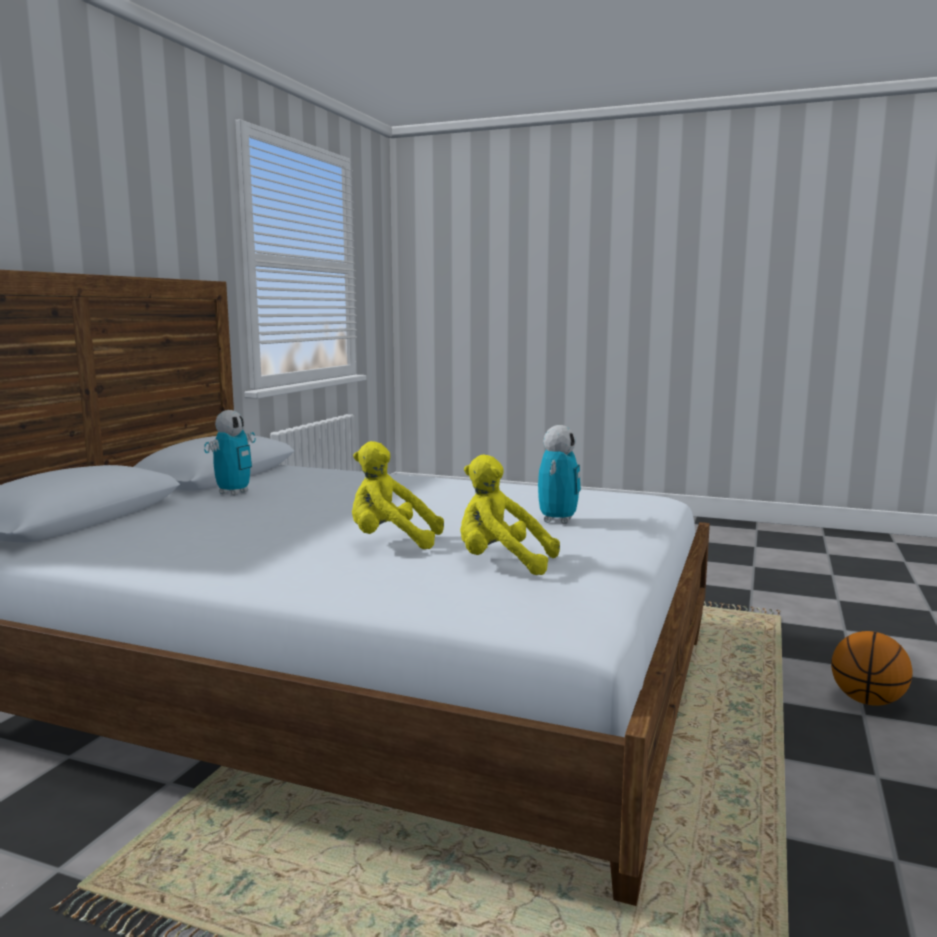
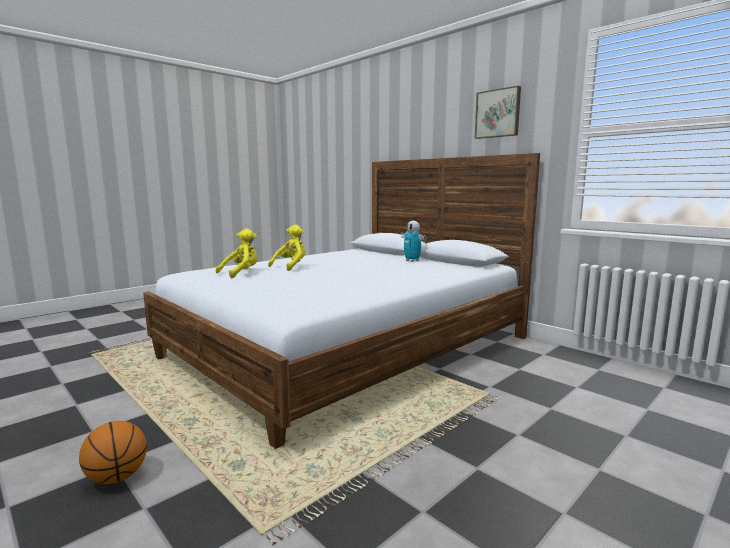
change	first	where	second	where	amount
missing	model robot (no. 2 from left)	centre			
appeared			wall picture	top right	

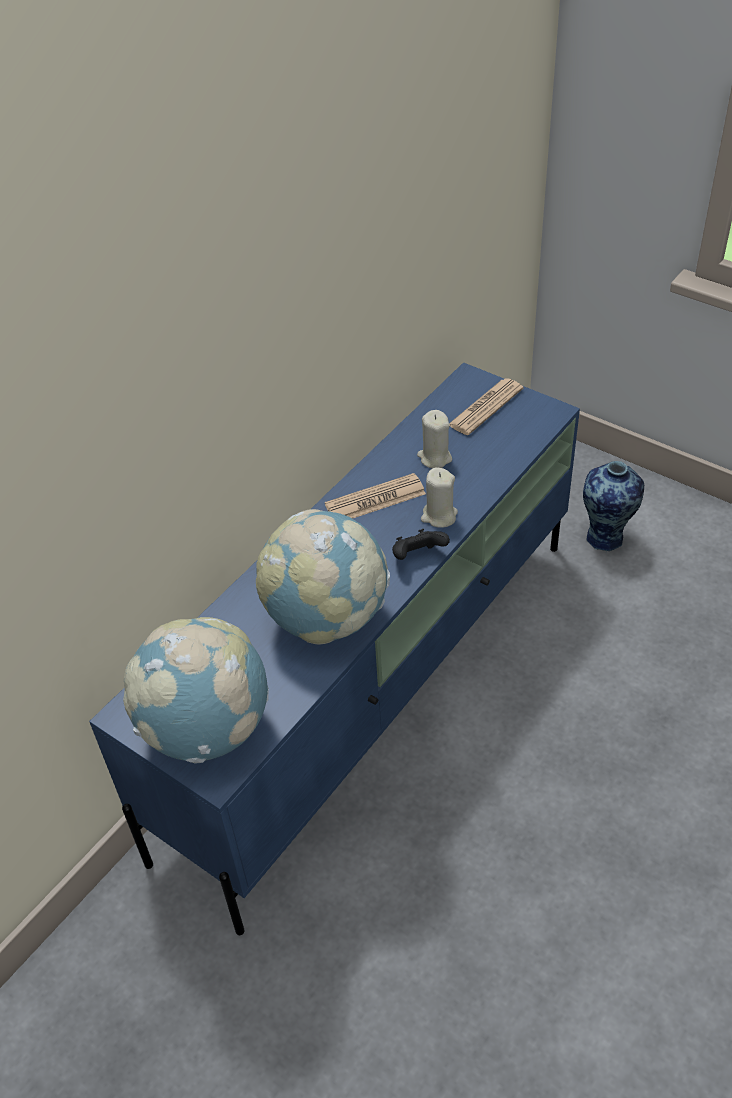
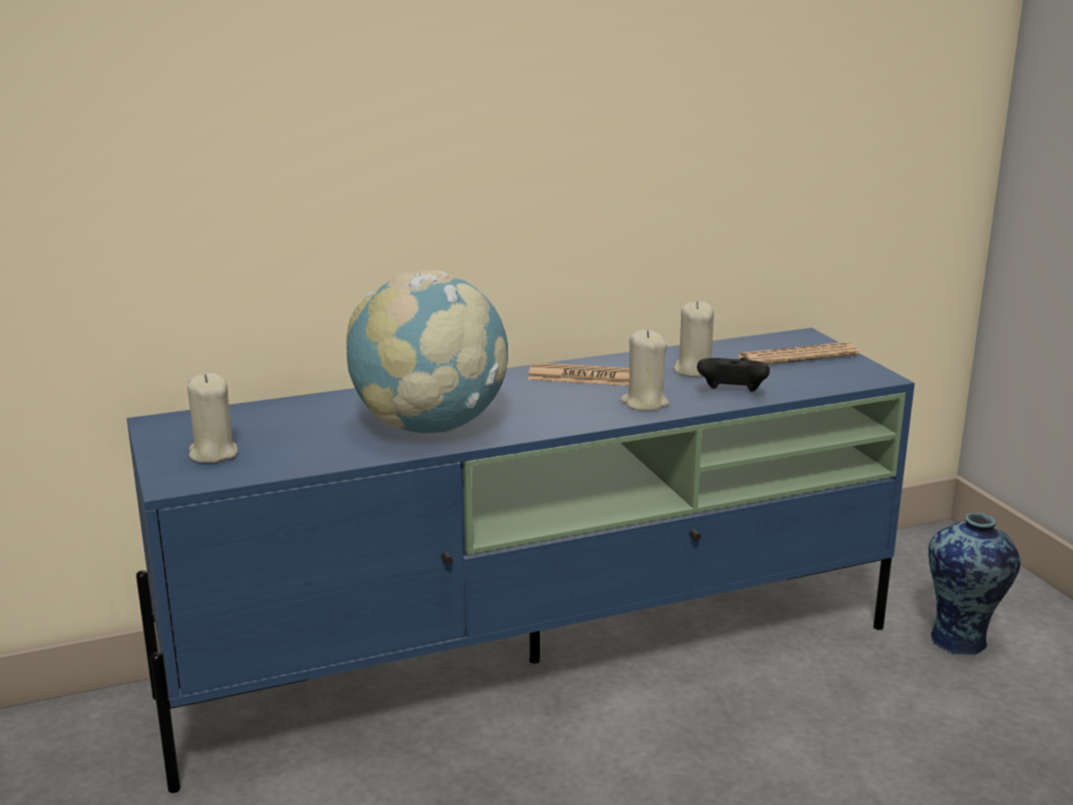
change	first	where	second	where	amount
relocated	black joypad	centre		middle right	
exchanged	globe (no. 1 from left)	middle left	beige wax light (no. 1 from left)	middle left	

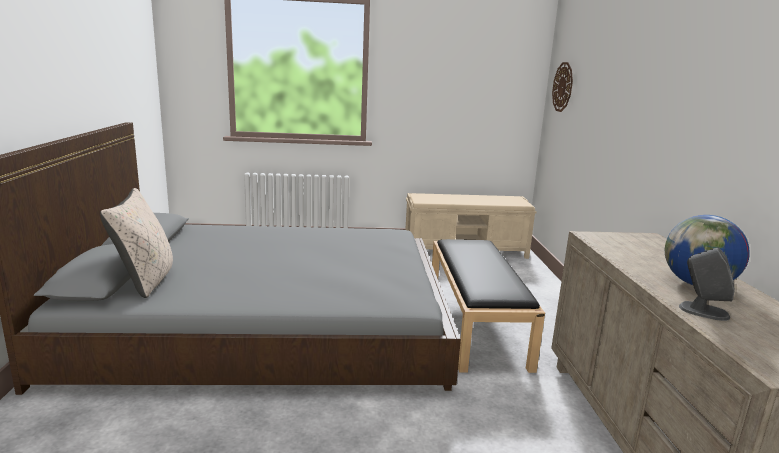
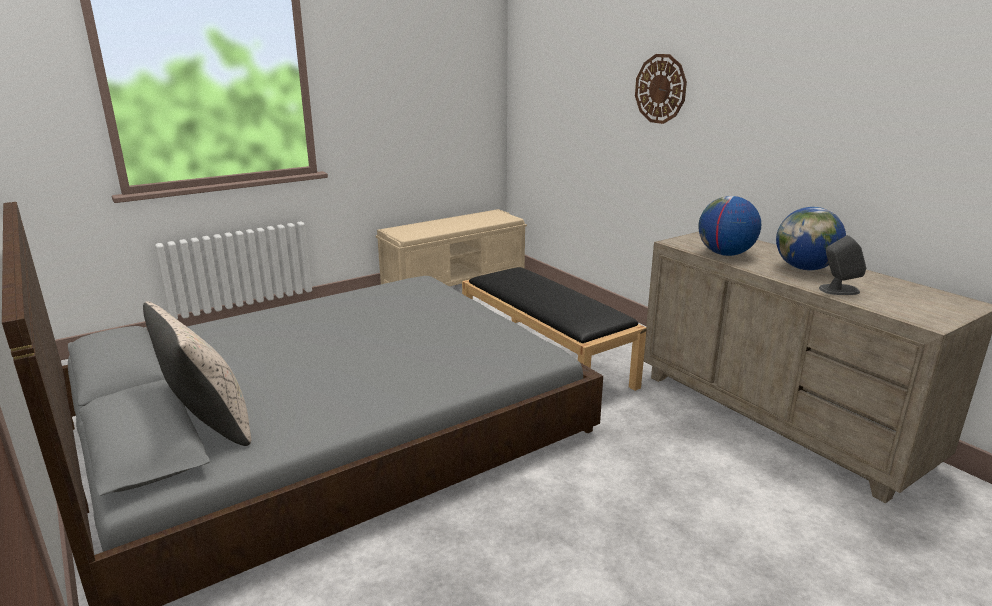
change	first	where	second	where	amount
appeared			globe (no. 1 from left)	middle right	
relocated	wall clock	top right		top centre	

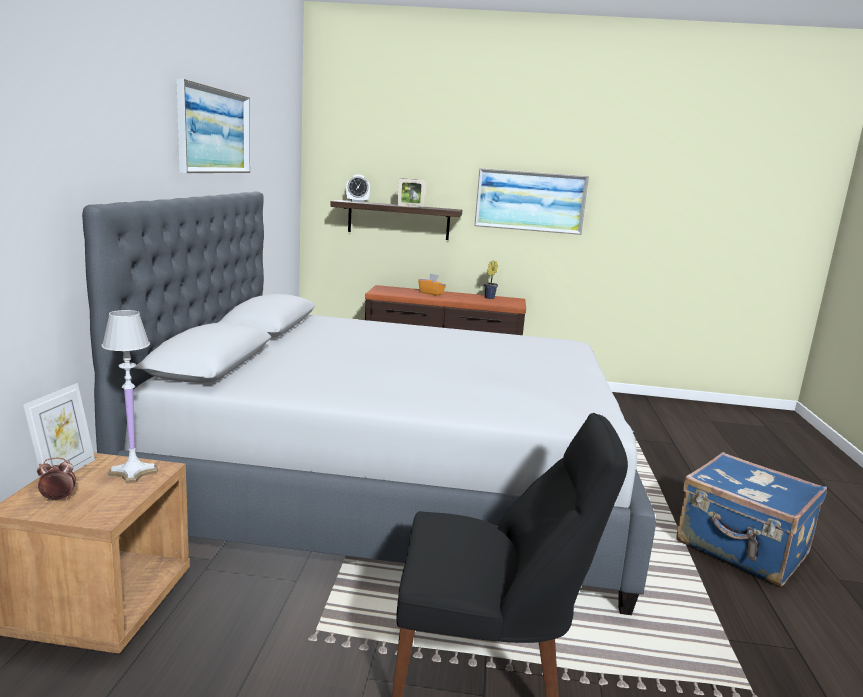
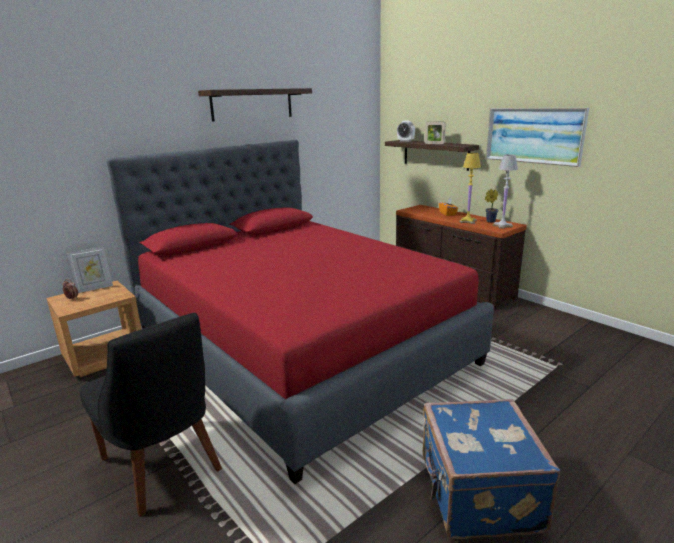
change	first	where	second	where	amount
appeared			yellow-coloured lamp for a table	middle right	
relocated	white-coloured lamp for a table	middle left		middle right	
exchanged	wall picture (no. 1 from left)	top left	wall shelf (no. 1 from left)	top centre	
colour	greyish bedroom bed	centre	reddish bedroom bed	centre	

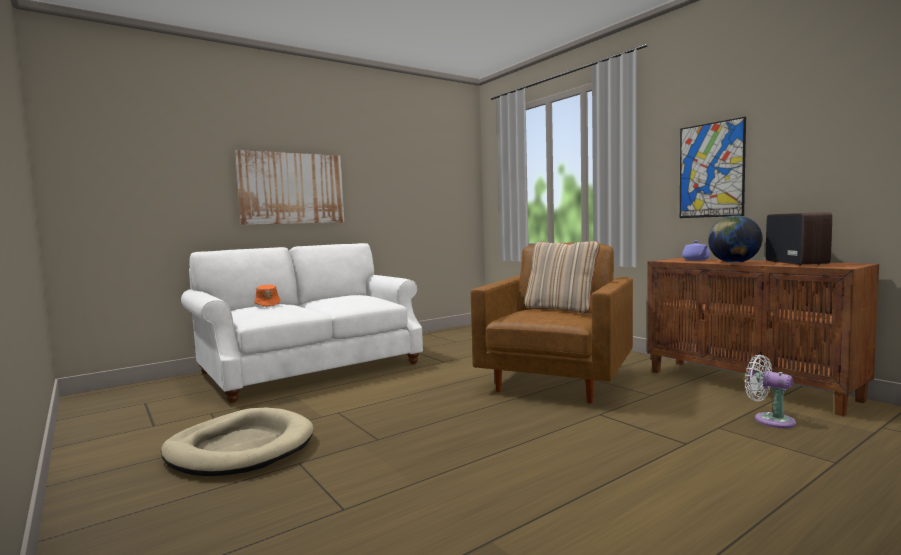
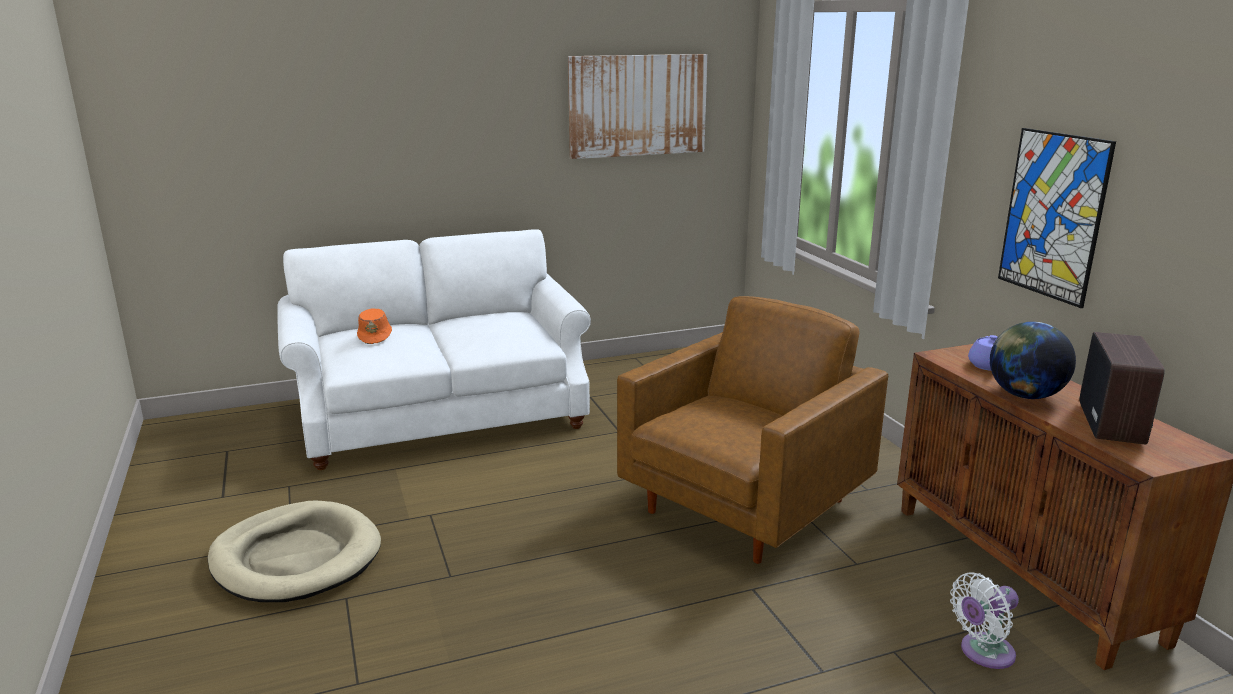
change	first	where	second	where	amount
missing	beige cushion	centre			
relocated	wall picture (no. 1 from left)	middle left		top centre	
spun	white-coloured fan	bottom right		bottom right	90 degrees counterclockwise

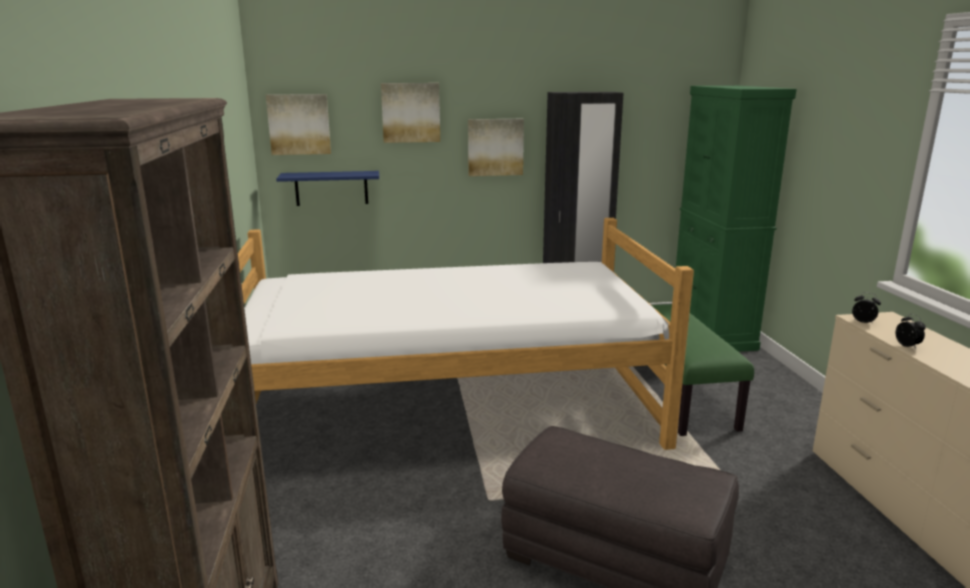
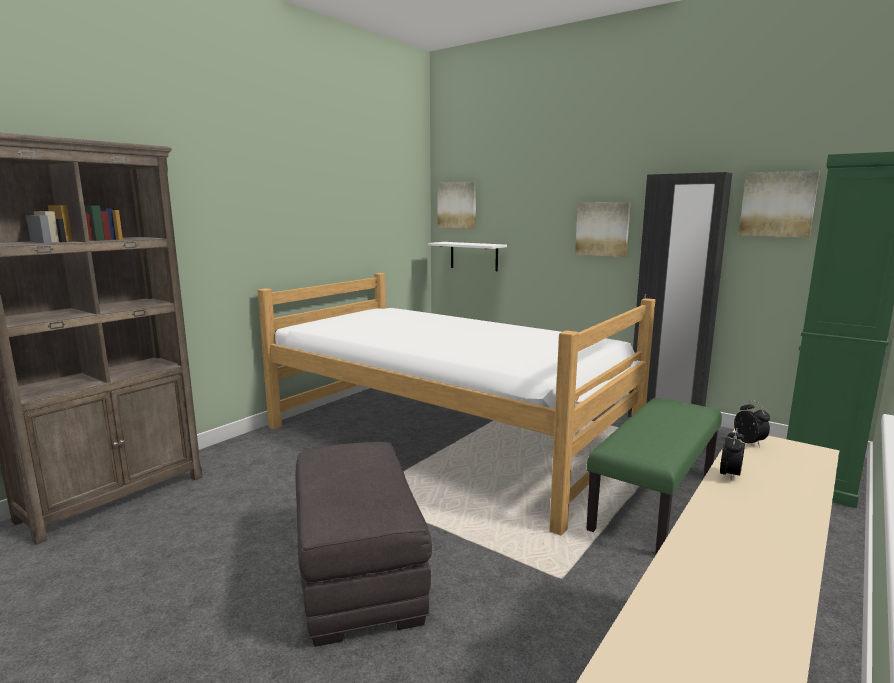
change	first	where	second	where	amount
relocated	wall picture (no. 2 from left in the first image)	top centre	wall picture (no. 3 from left)	top right	
colour	blue wall shelf	top centre	white-coloured wall shelf	centre	

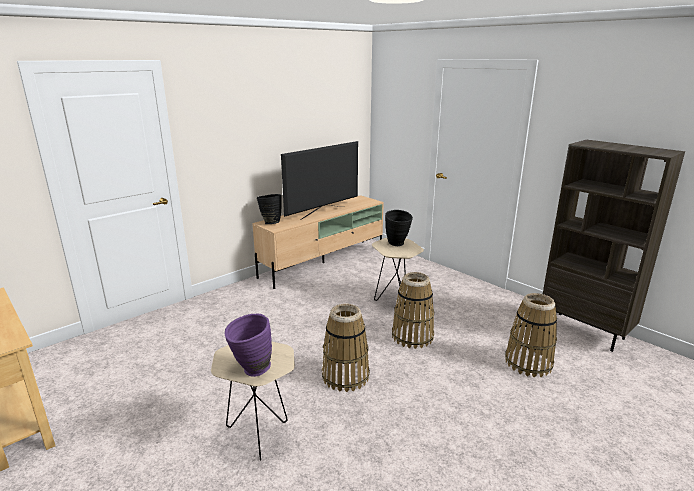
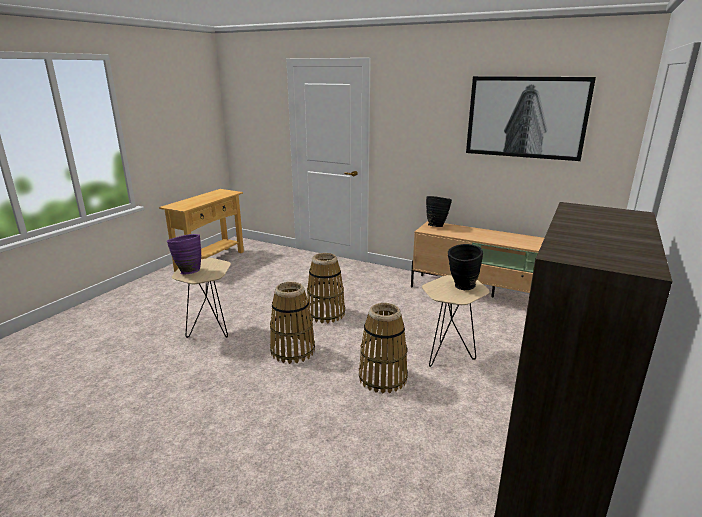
change	first	where	second	where	amount
missing	TV	centre			
appeared			wall picture	top right	
relocated	household basket (no. 3 from left in the first image)	bottom right	household basket (no. 2 from left)	centre	

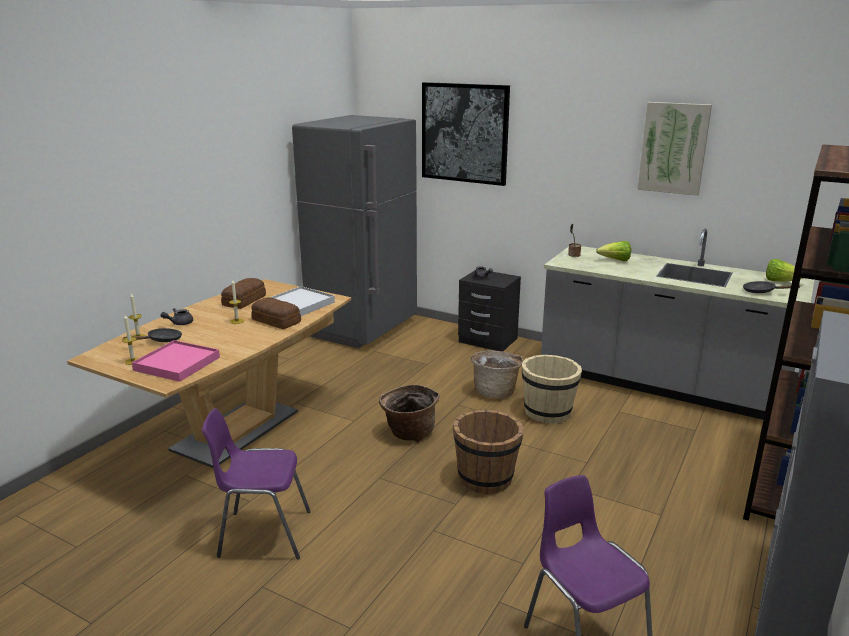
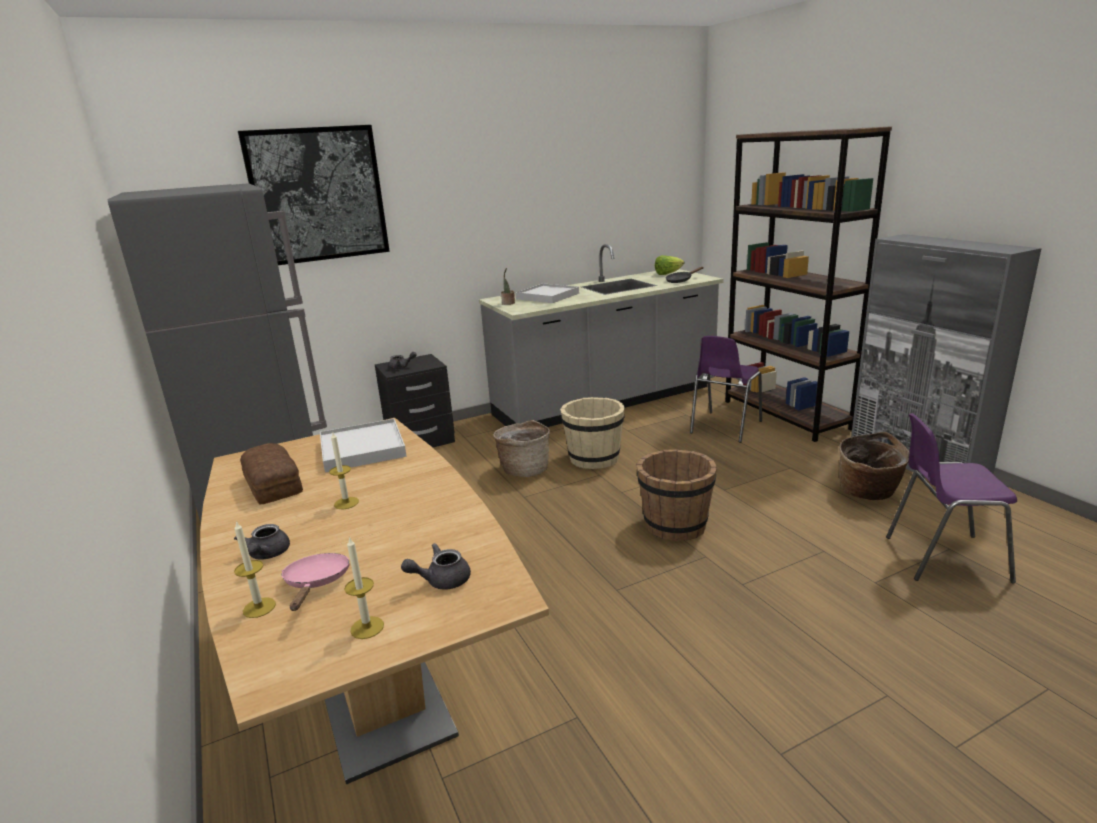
change	first	where	second	where	amount
missing	baked bread (no. 2 from left)	middle left			
missing	wall picture (no. 2 from left)	top right			
relocated	purple plain chair (no. 1 from left)	bottom left		centre	
relocated	household basket (no. 1 from left in the first image)	centre	household basket (no. 2 from left)	middle right	
exchanged	pink carrying tray	middle left	greyish tea pot (no. 3 from left)	bottom centre	
exchanged	head of lettuce (no. 1 from left)	middle right	white-coloured carrying tray (no. 2 from left)	centre	
colour	black frying pan (no. 1 from left)	middle left	pink frying pan	bottom left	

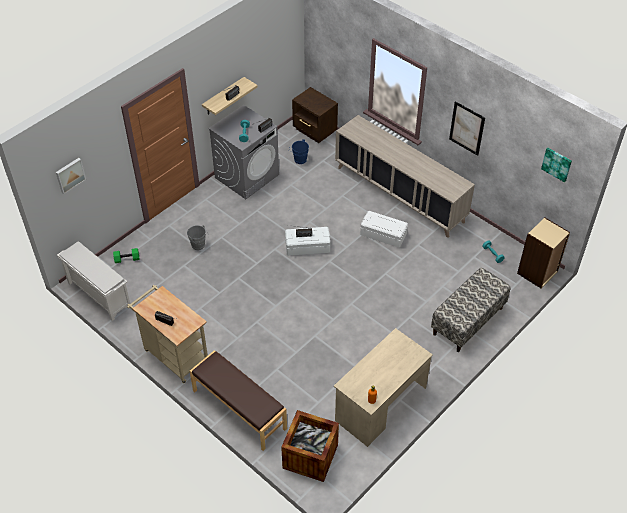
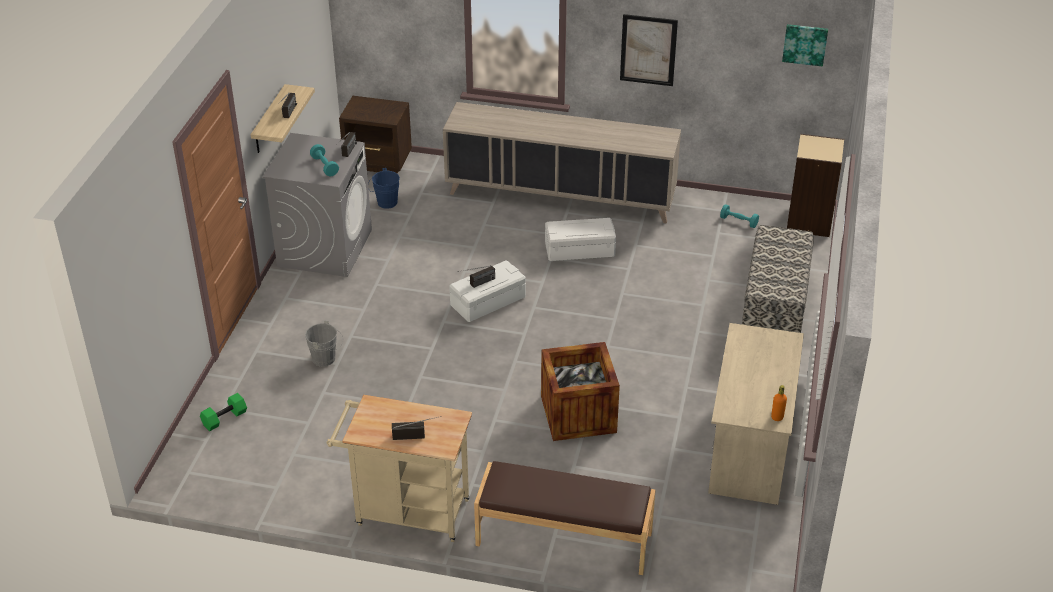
change	first	where	second	where	amount
missing	wall picture (no. 1 from left)	middle left			
missing	white-coloured shoe stand	middle left			
relocated	shipping crate	bottom centre		centre	

